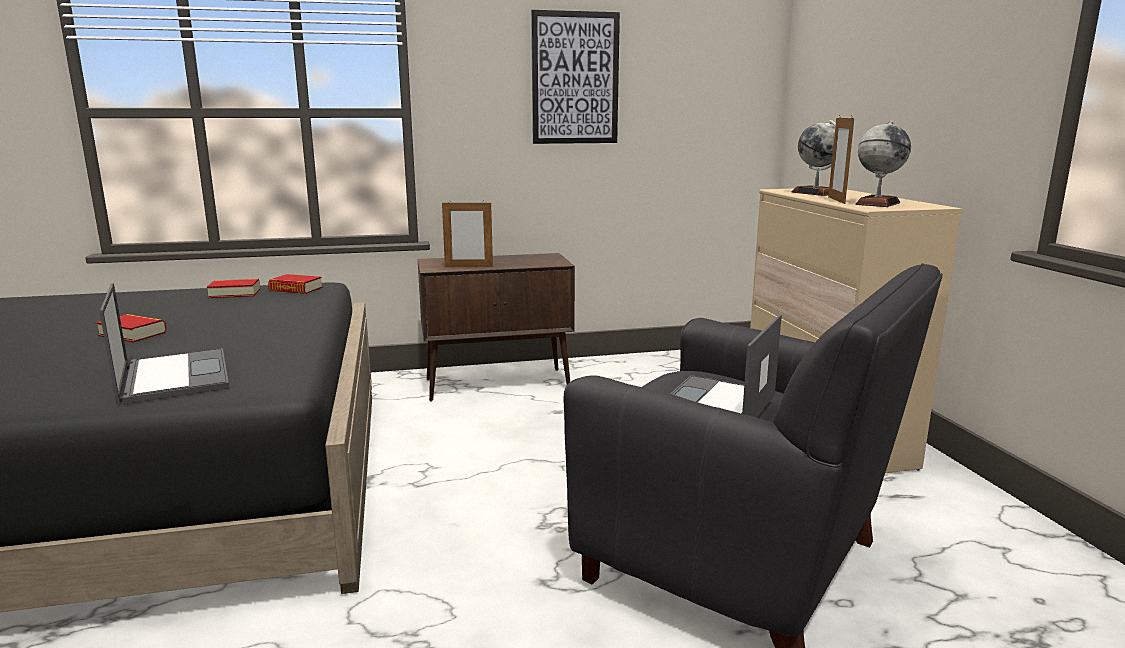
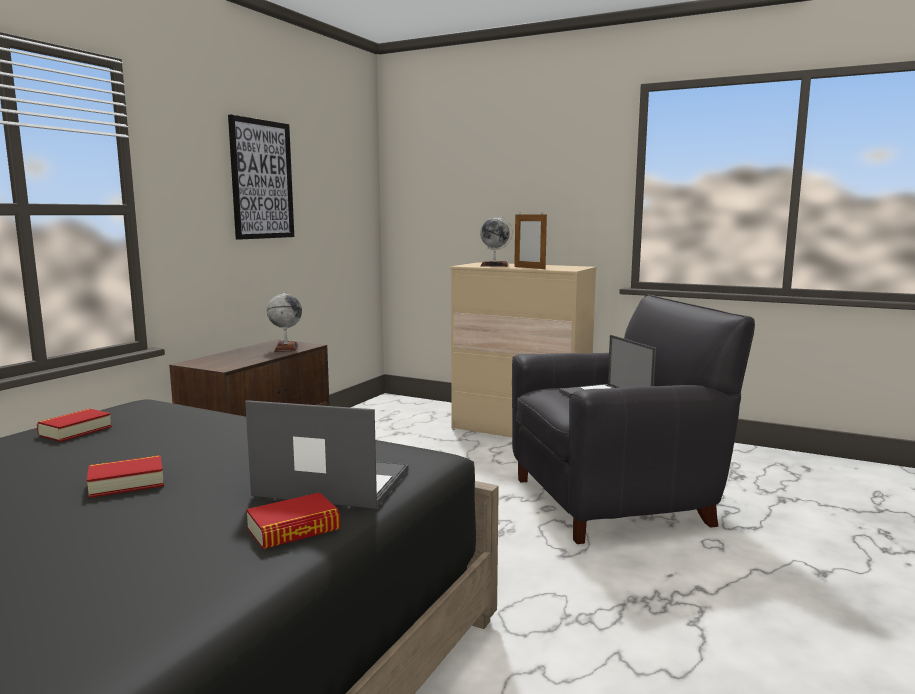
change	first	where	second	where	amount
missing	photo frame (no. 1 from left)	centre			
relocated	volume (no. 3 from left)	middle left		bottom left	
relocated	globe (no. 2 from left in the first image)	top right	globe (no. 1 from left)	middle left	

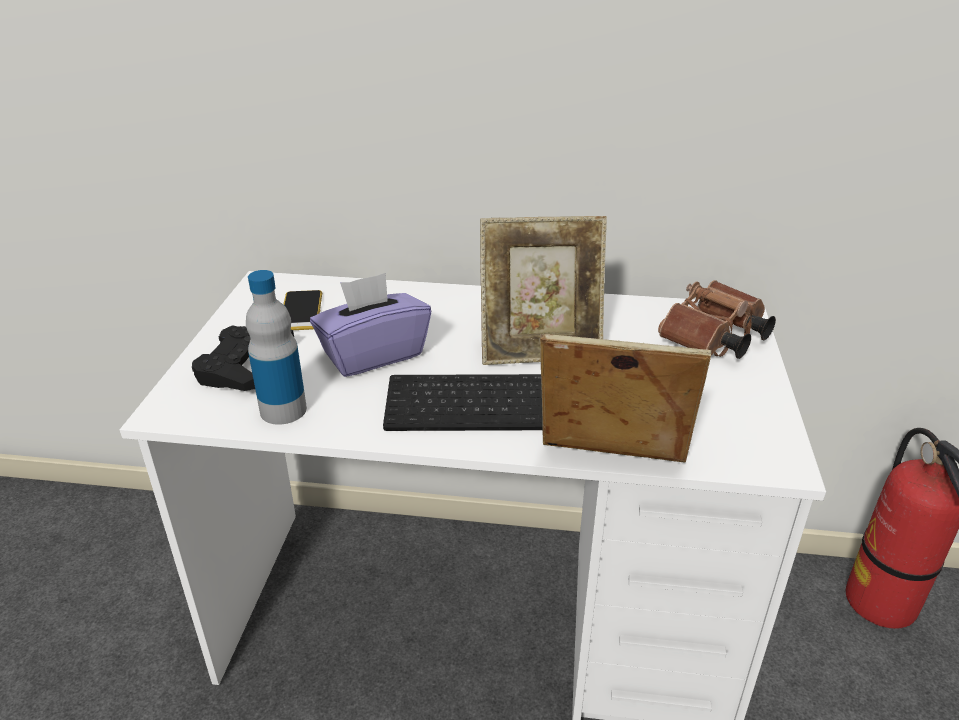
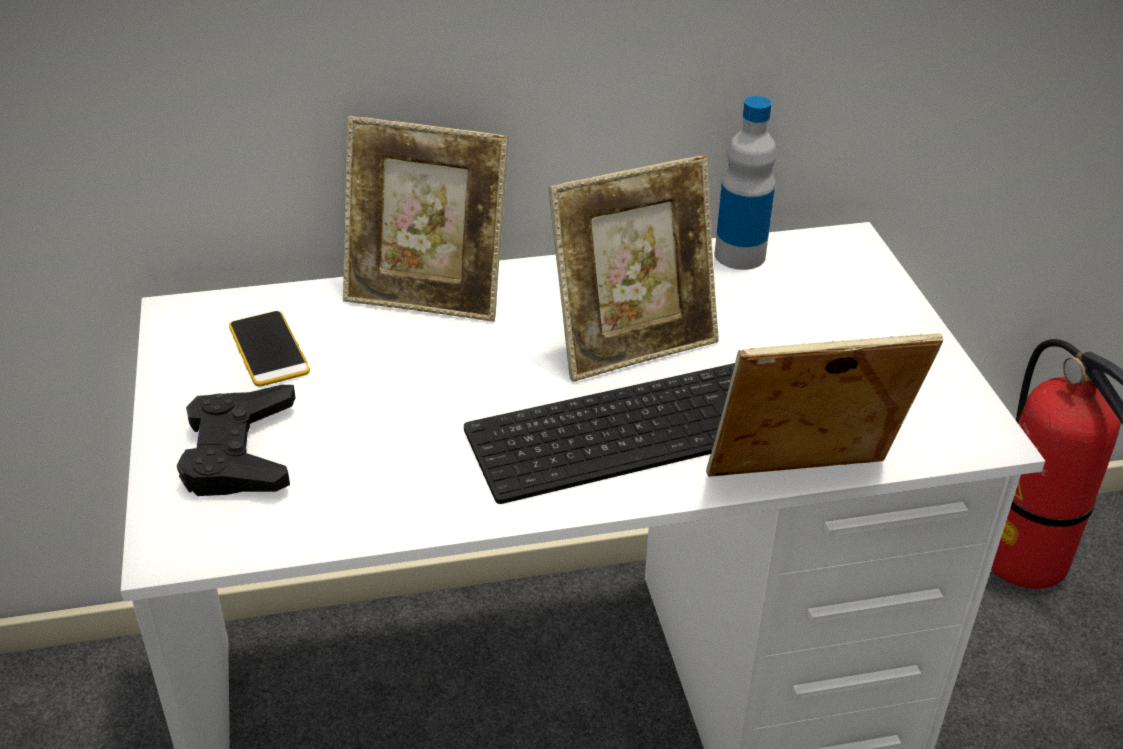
change	first	where	second	where	amount
missing	purple box of tissues	centre			
missing	brown field glasses	middle right			
appeared			photo frame (no. 1 from left)	top centre	
relocated	bottle	middle left		top centre	

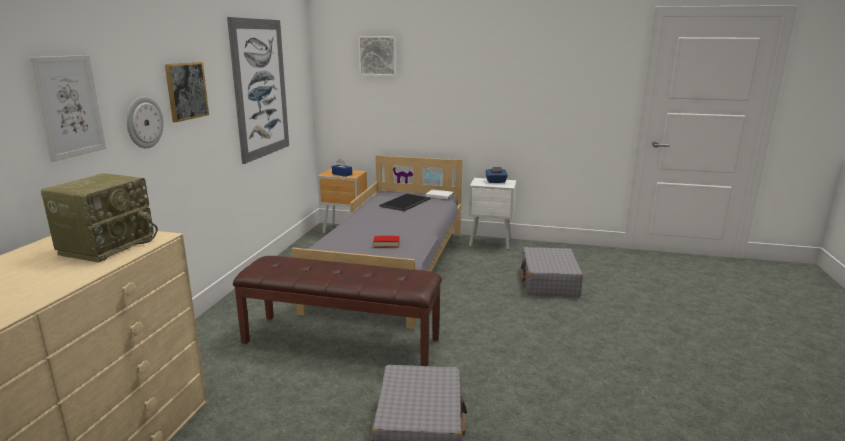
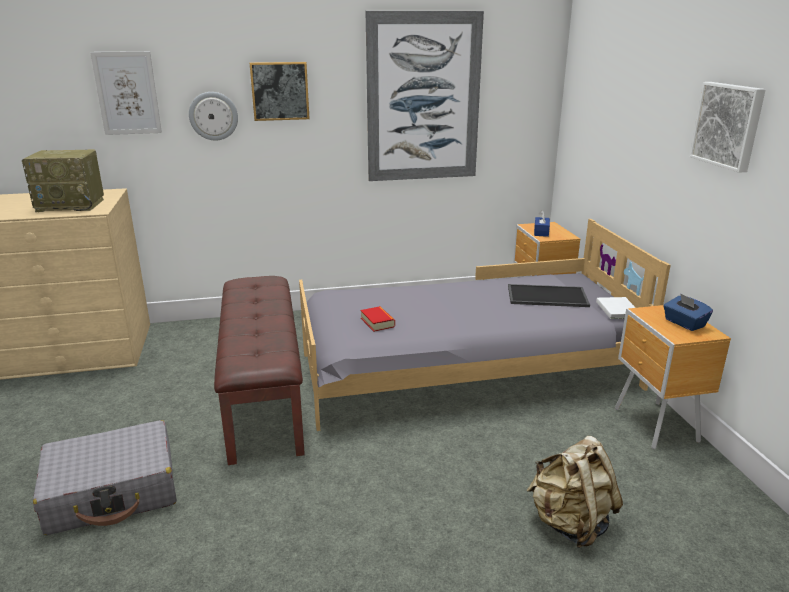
change	first	where	second	where	amount
relocated	wall picture (no. 4 from left)	top centre		top right	
exchanged	greyish piece of luggage (no. 2 from left)	centre	beige knapsack	bottom right	
colour	white-coloured bedside table	centre	brown bedside table (no. 2 from left)	middle right	

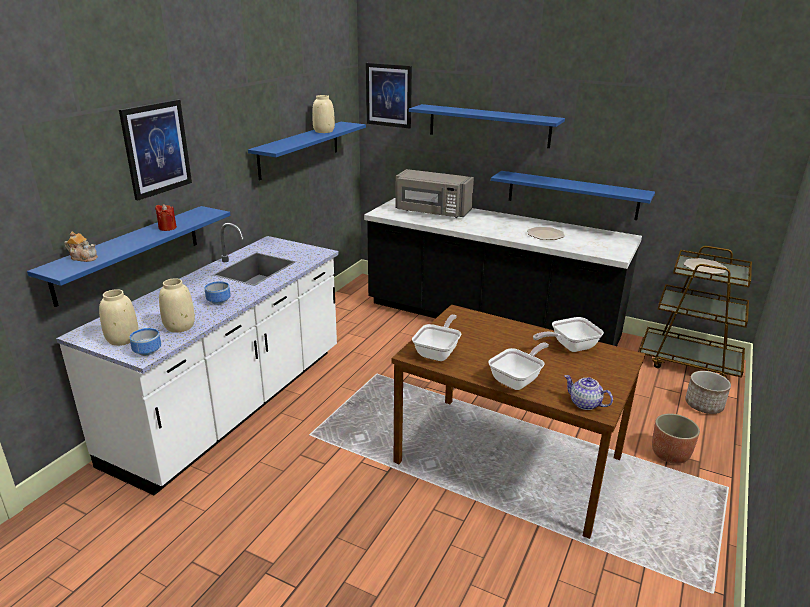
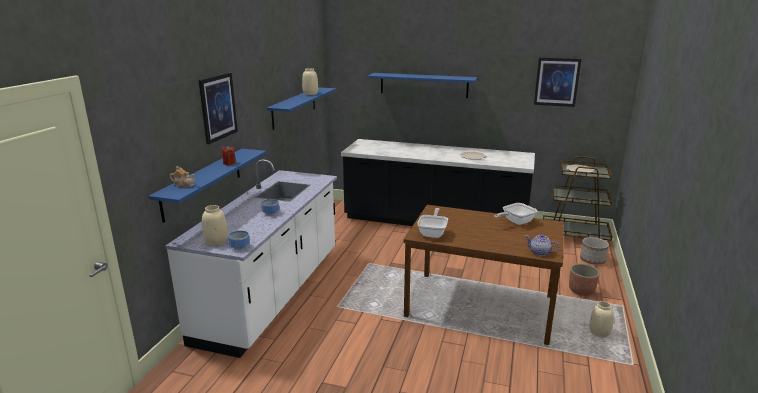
change	first	where	second	where	amount
missing	greyish microwave oven	top centre			
missing	frying pan (no. 2 from left)	centre			
missing	blue wall shelf (no. 4 from left)	top right			
relocated	beige flower vase (no. 2 from left in the first image)	middle left	beige flower vase (no. 3 from left)	bottom right	
relocated	wall picture (no. 2 from left)	top centre		top right	

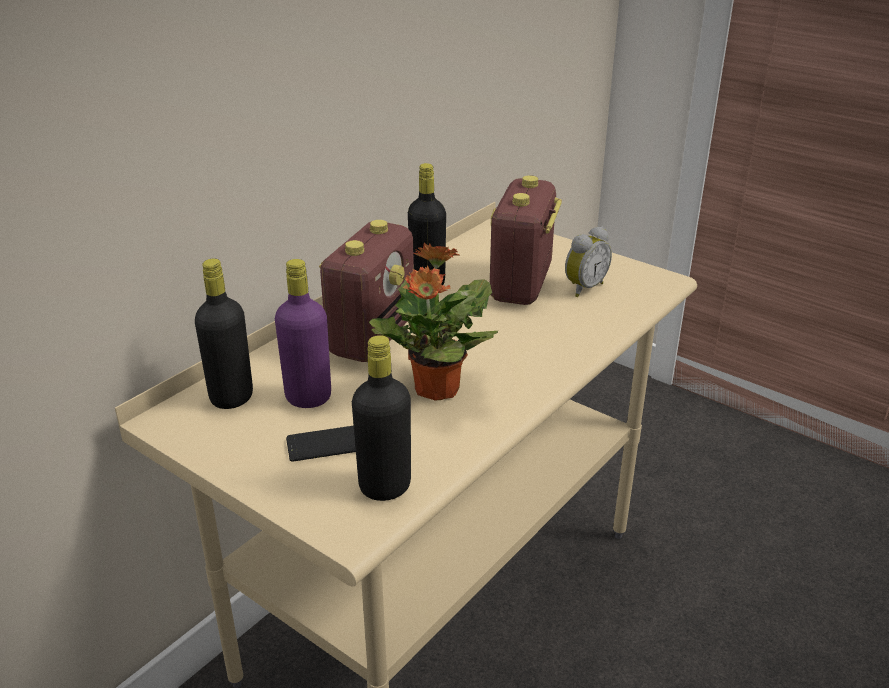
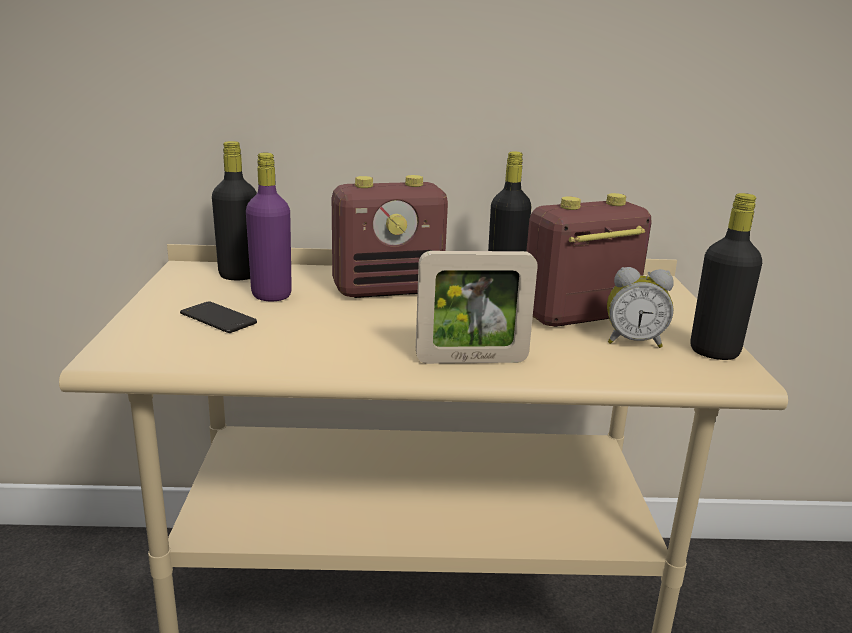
change	first	where	second	where	amount
missing	plant in a pot	centre			
appeared			photo frame	centre	
relocated	black bottle (no. 2 from left in the first image)	centre	black bottle (no. 3 from left)	middle right	

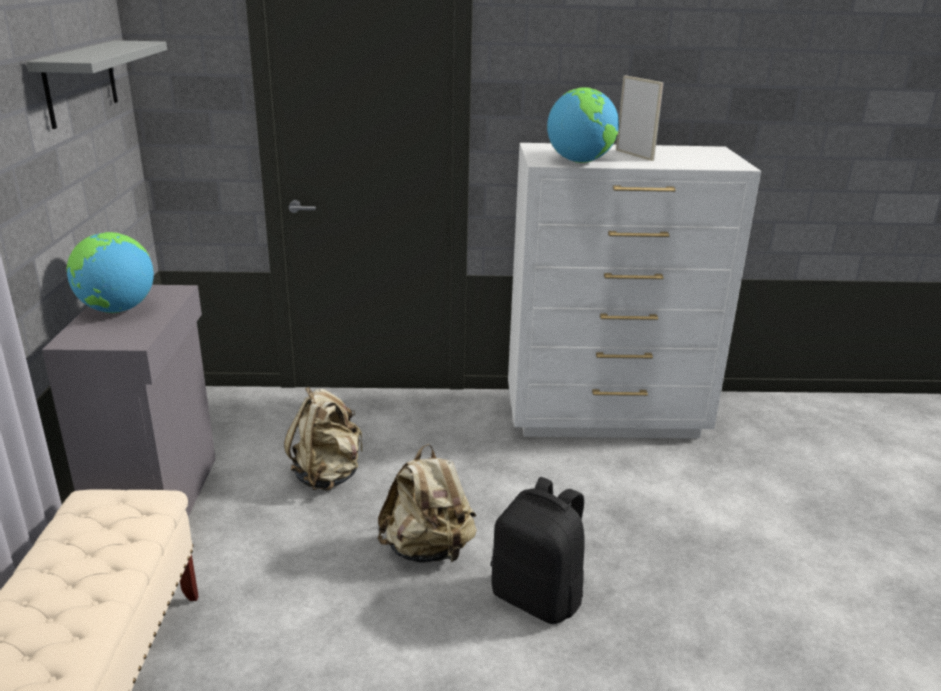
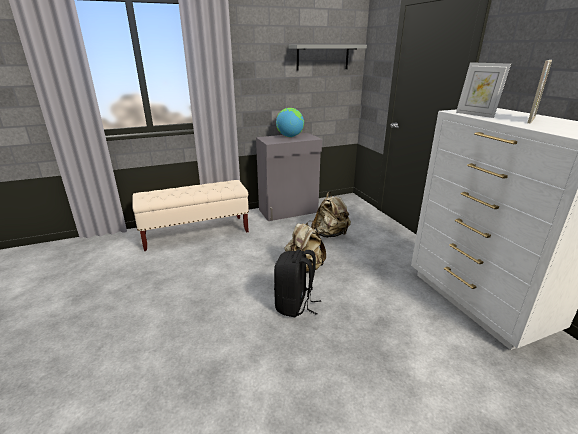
change	first	where	second	where	amount
exchanged	globe (no. 2 from left)	top centre	photo frame (no. 1 from left)	top right	

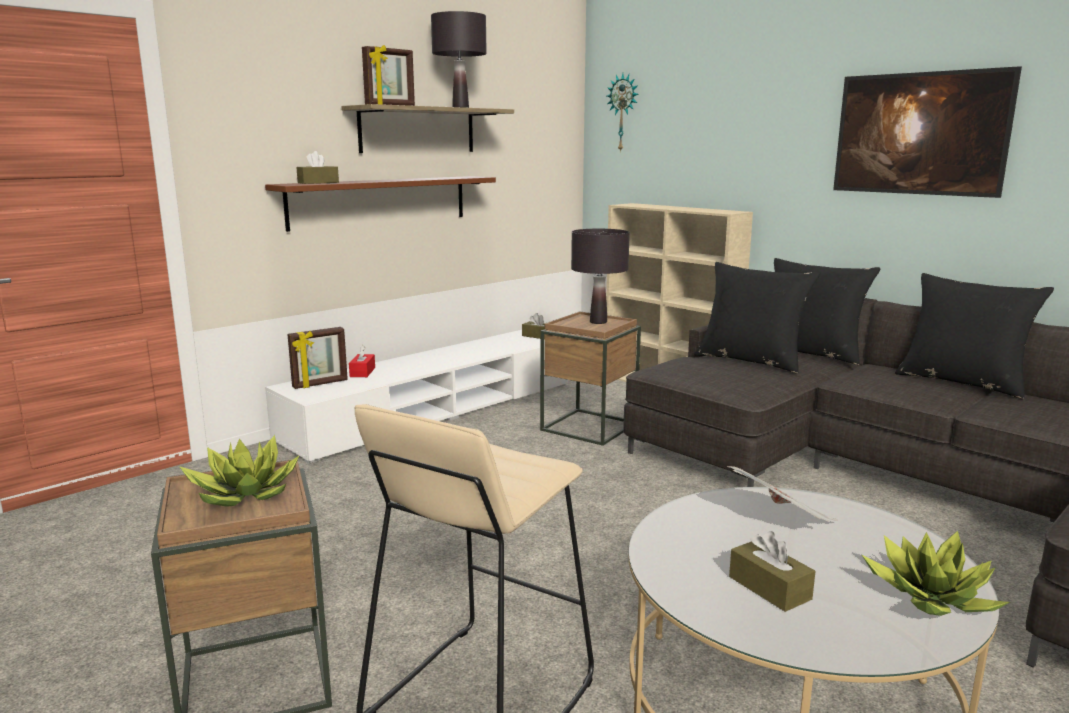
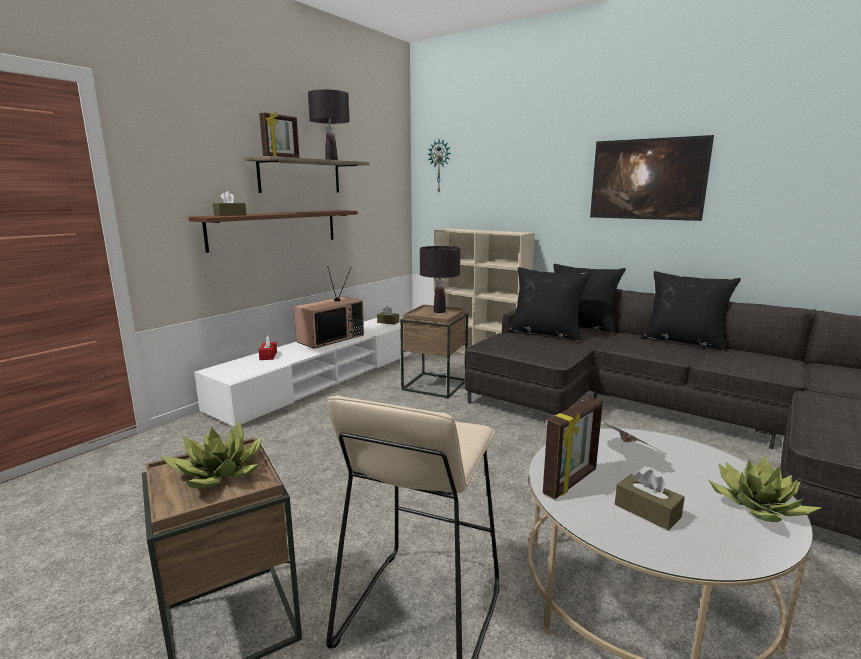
change	first	where	second	where	amount
appeared			TV	centre	
relocated	photo frame (no. 1 from left in the first image)	middle left	photo frame (no. 2 from left)	bottom centre	

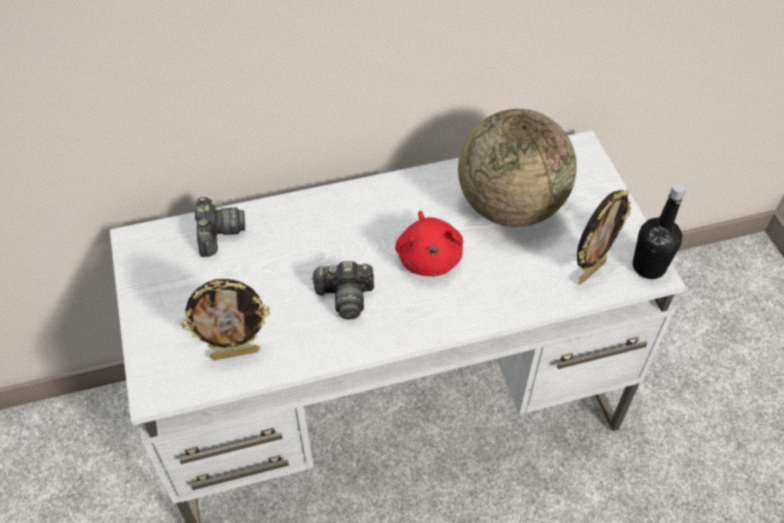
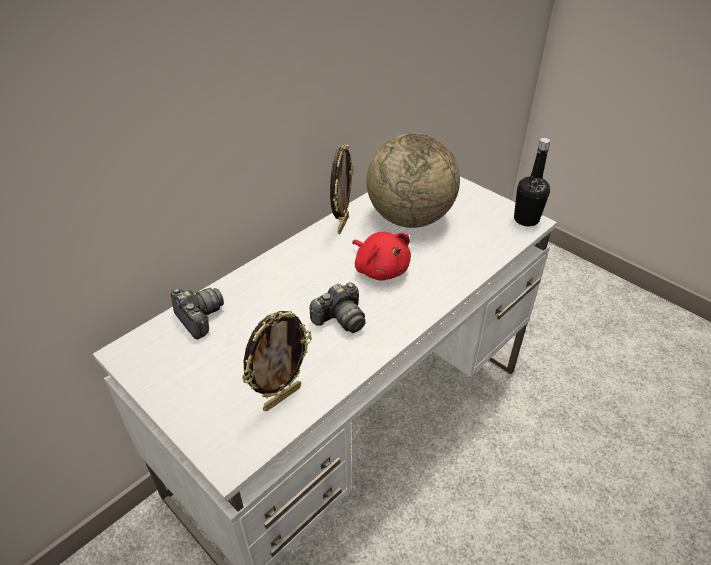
change	first	where	second	where	amount
relocated	photo frame (no. 2 from left)	middle right		centre	

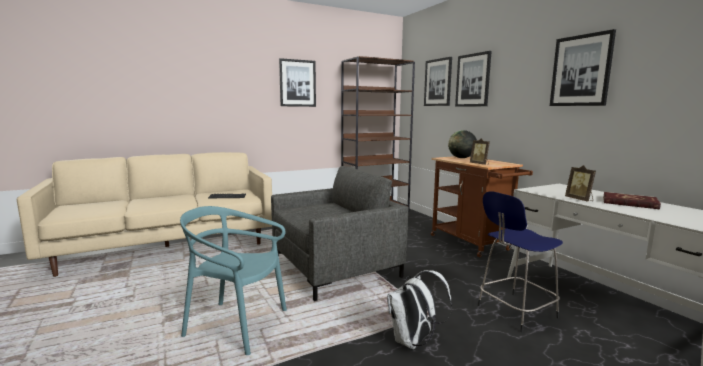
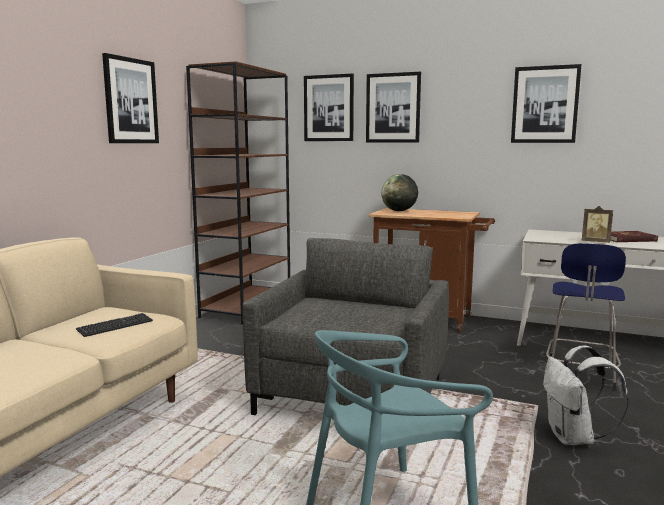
change	first	where	second	where	amount
missing	photo frame (no. 1 from left)	middle right			

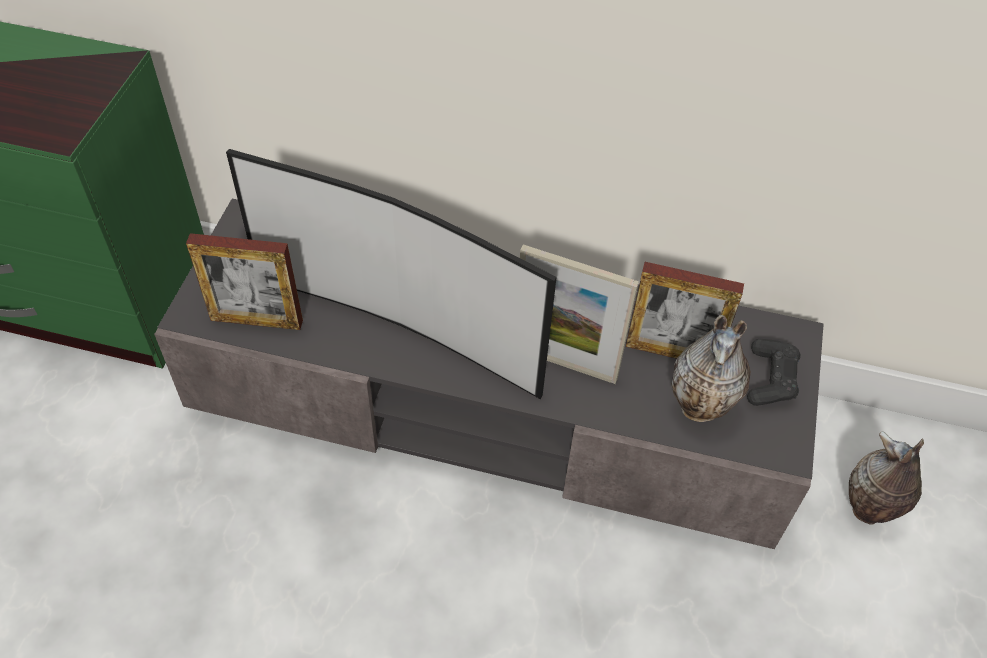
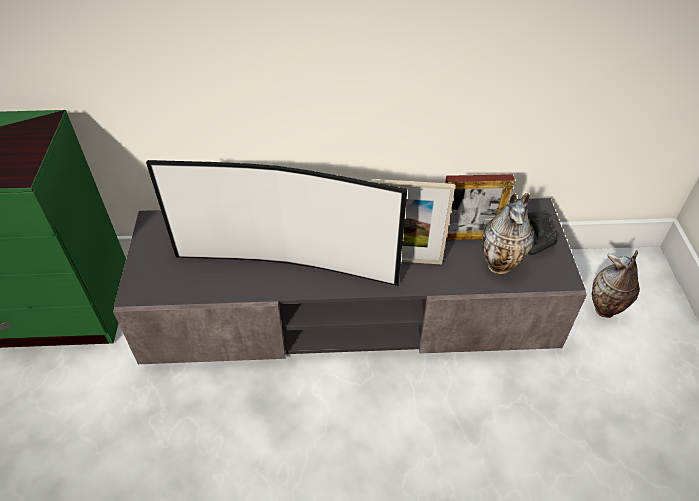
change	first	where	second	where	amount
missing	photo frame (no. 1 from left)	middle left			

